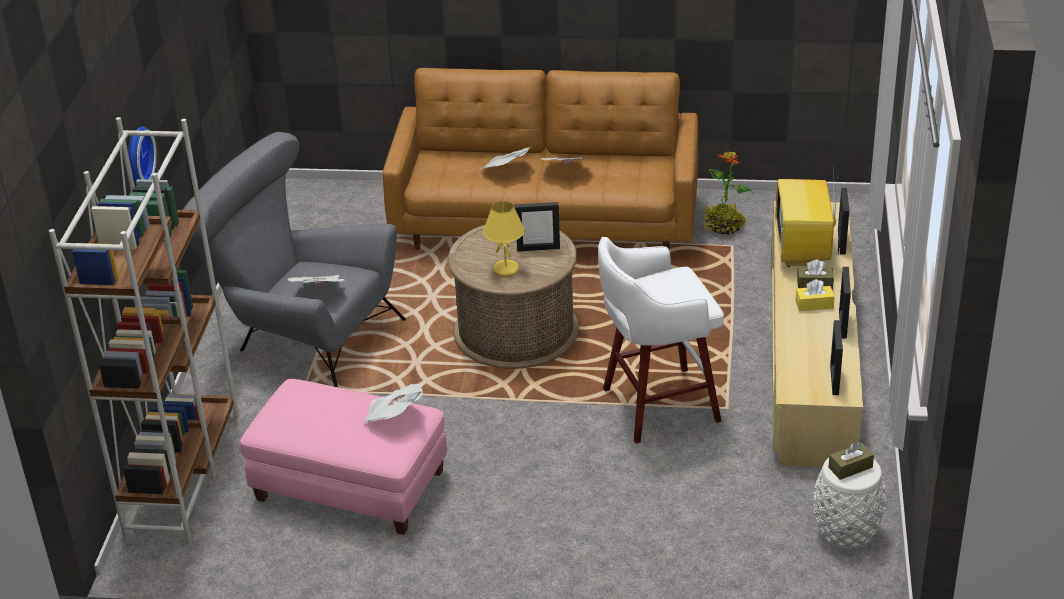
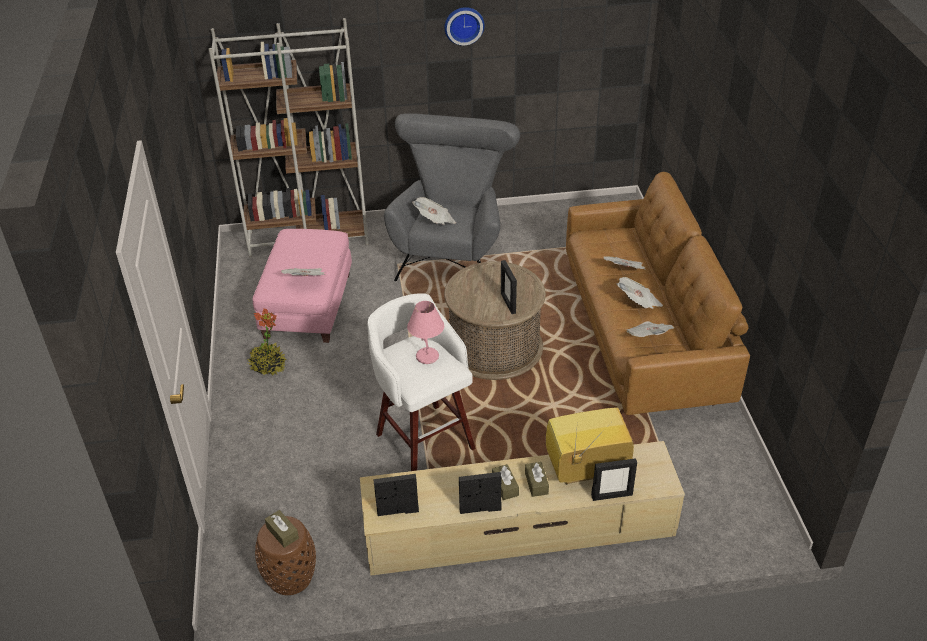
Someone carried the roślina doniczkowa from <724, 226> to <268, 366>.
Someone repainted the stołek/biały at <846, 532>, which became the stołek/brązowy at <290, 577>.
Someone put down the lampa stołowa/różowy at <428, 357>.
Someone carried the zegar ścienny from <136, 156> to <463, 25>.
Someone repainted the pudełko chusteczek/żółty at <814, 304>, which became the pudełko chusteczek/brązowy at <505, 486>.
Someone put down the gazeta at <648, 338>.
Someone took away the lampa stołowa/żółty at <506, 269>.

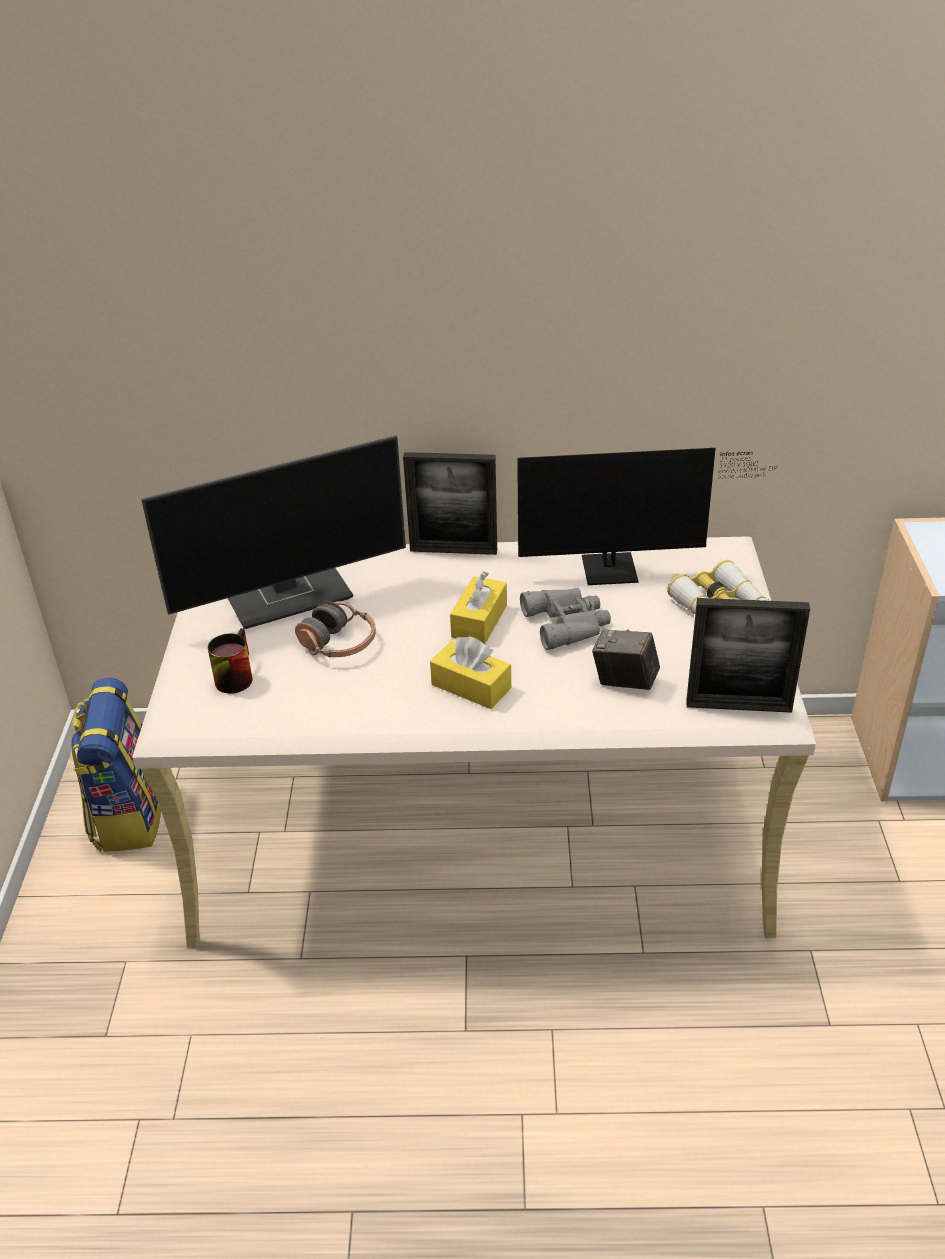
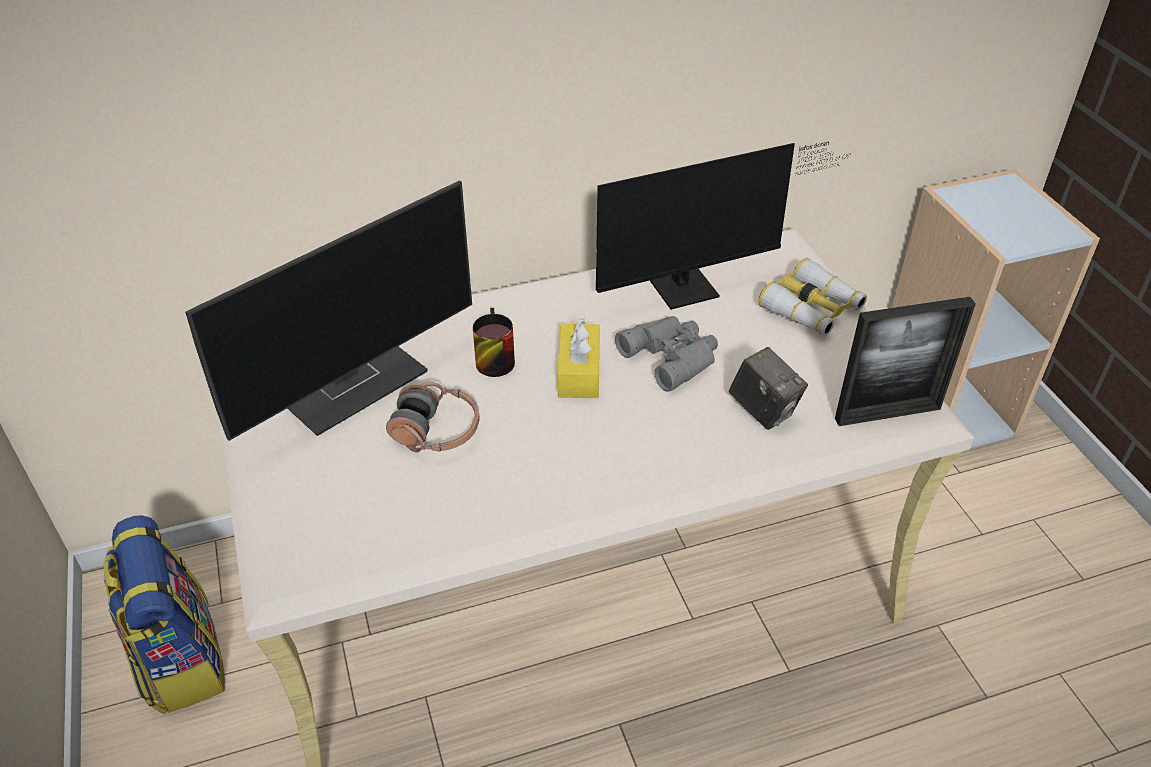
Someone carried the kubek from <233, 676> to <491, 358>.
Someone rotated the aparat fotograficzny at <625, 681> by 135 degrees counterclockwise.
Someone took away the ramka na zdjęcie at <453, 550>.
Someone took away the pudełko chusteczek/żółty at <471, 686>.

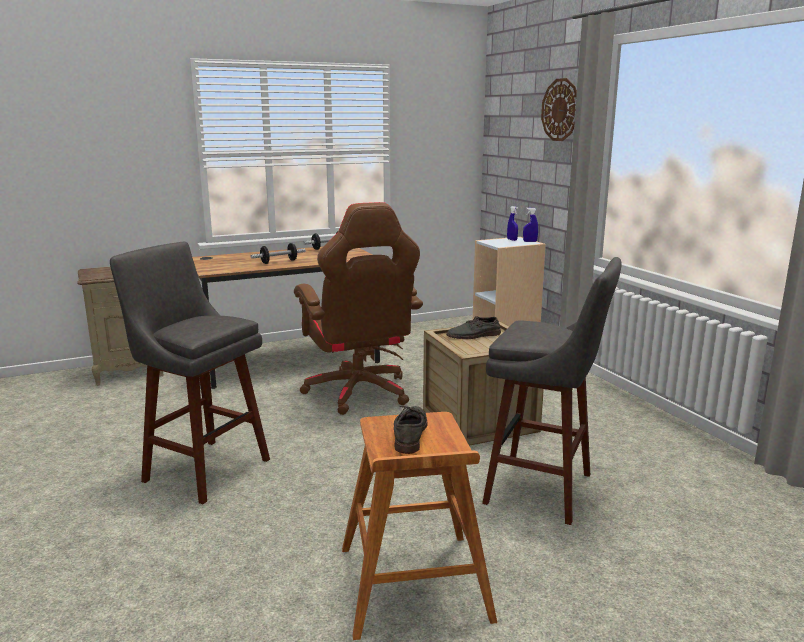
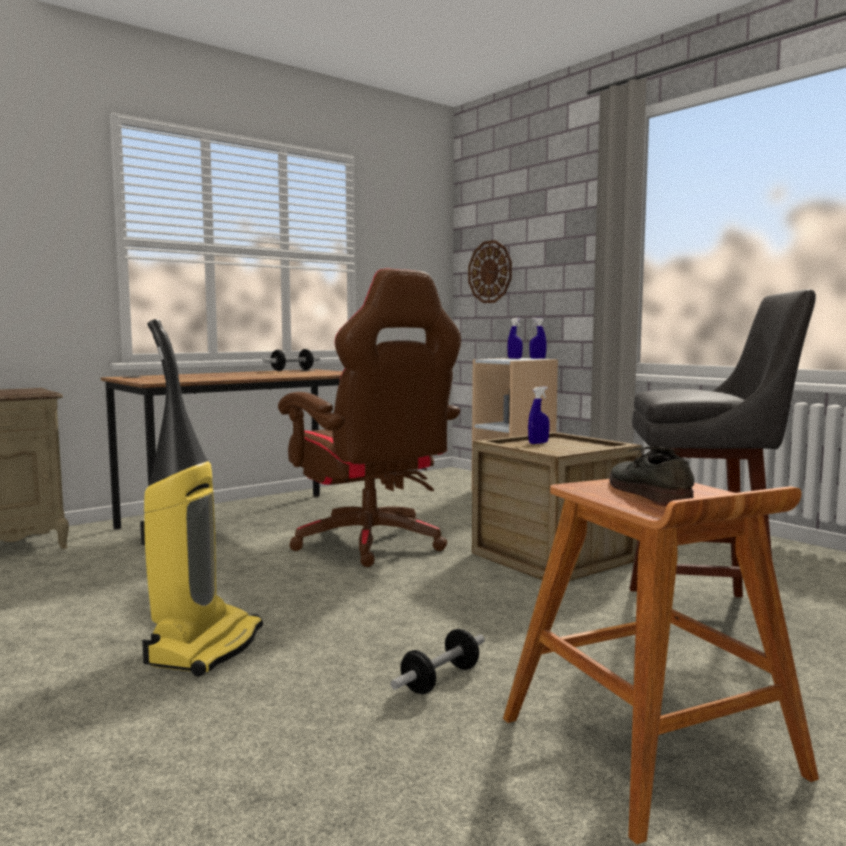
Someone swapped the stołek/szary at <204, 468> for the odkurzacz at <204, 646>.
Someone carried the hantel from <279, 262> to <440, 680>.
Someone carried the zegar ścienny from <560, 110> to <490, 272>.
Someone swapped the but/szary at <474, 335> for the spryskiwacz/niebieski at <538, 443>.

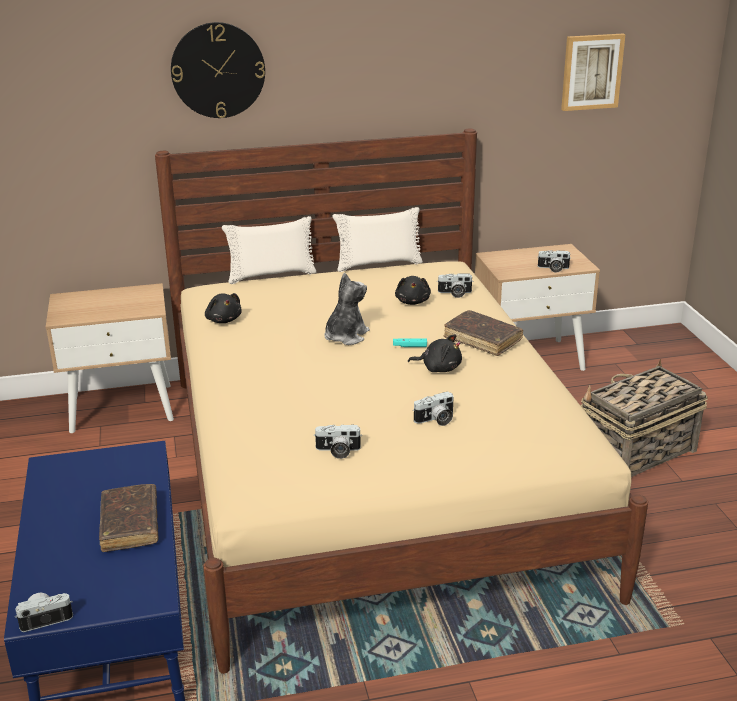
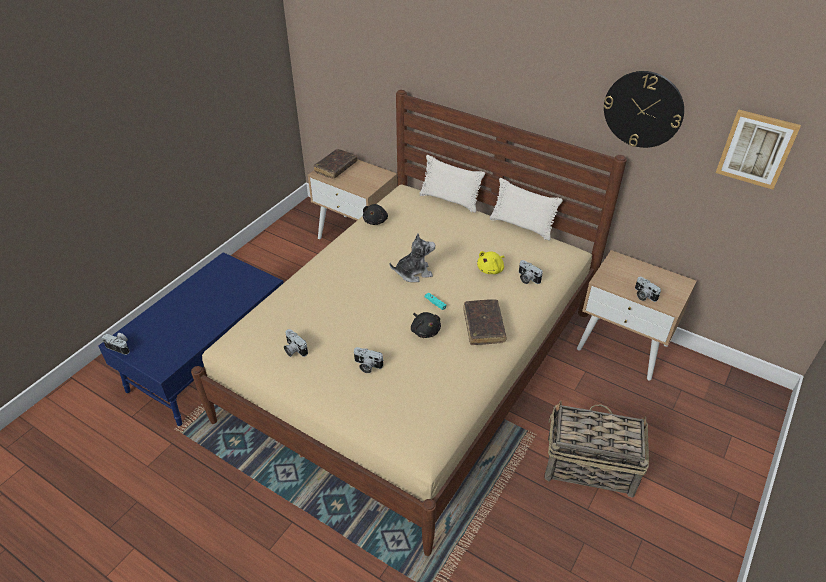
Someone carried the książka/brązowy from <130, 525> to <336, 168>.
Someone repainted the pluszak/czarny at <413, 301>, which became the pluszak/żółty at <491, 269>.
Someone carried the zegar ścienny from <218, 70> to <643, 109>.

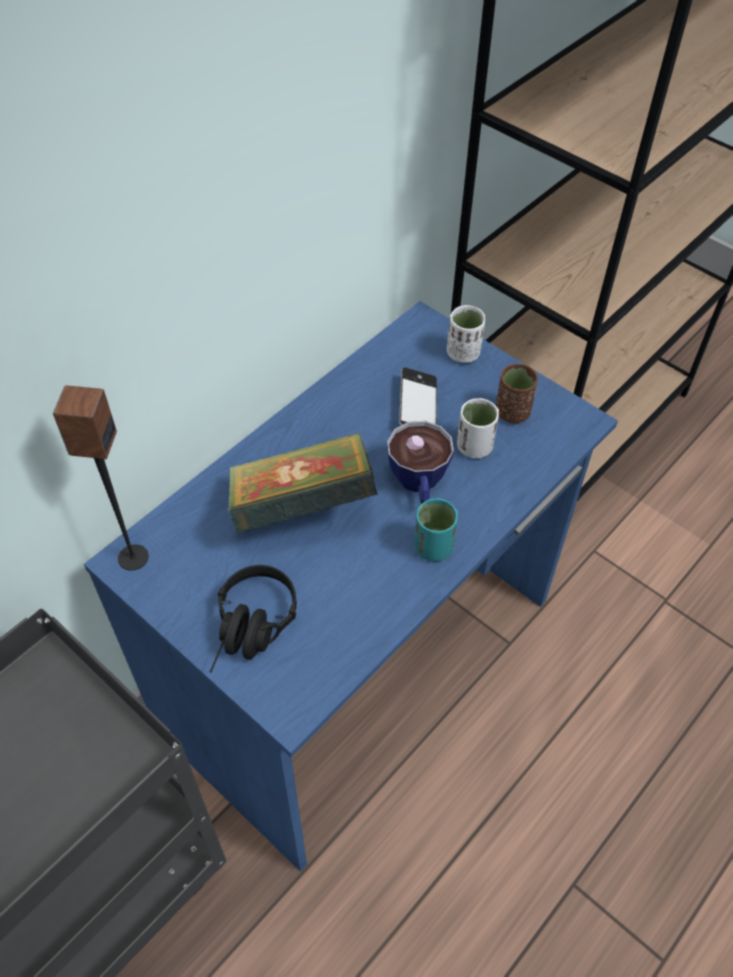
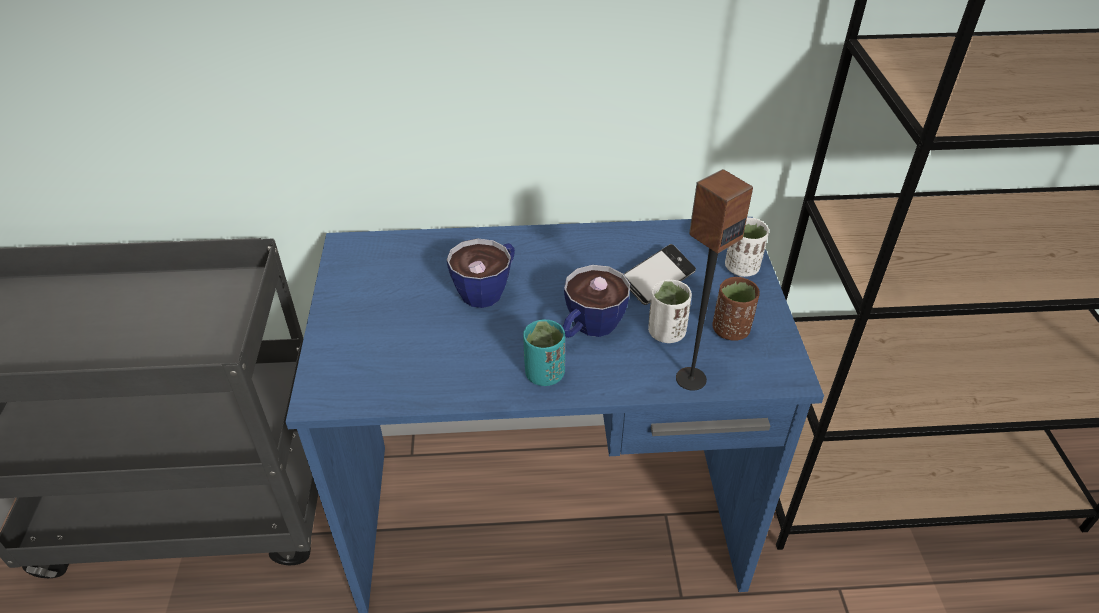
Someone swapped the książka at <302, 509> for the filiżanka at <488, 289>.
Someone carried the głośnik from <132, 557> to <690, 378>.
Someone took away the słuchawki/czarny at <251, 632>.

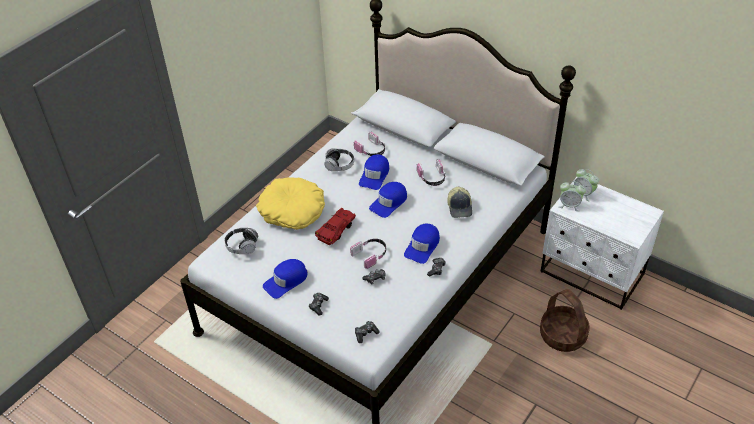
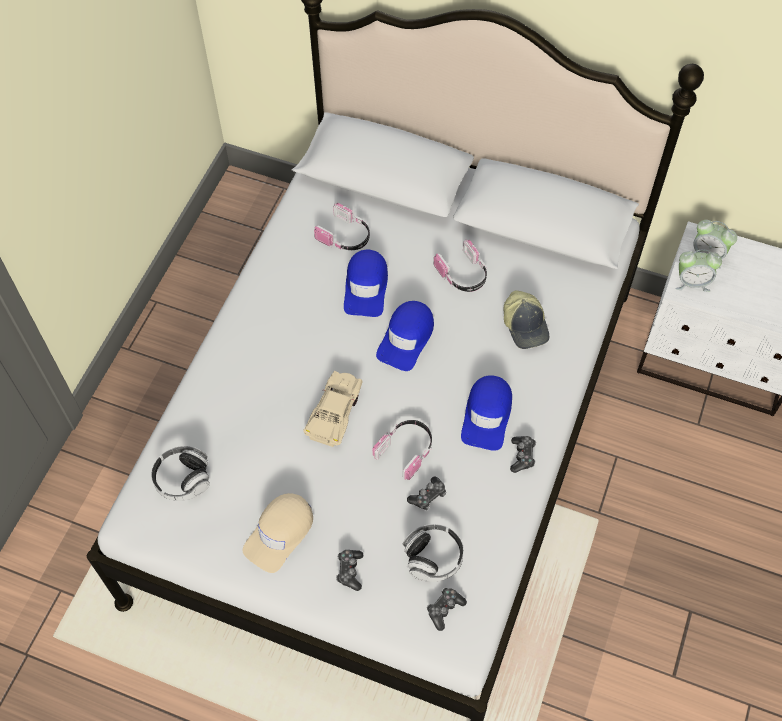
Someone repainted the czapka z daszkiem/niebieski at <286, 281>, which became the czapka z daszkiem/beżowy at <280, 533>.
Someone repainted the samochodzik/czerwony at <336, 230>, which became the samochodzik/beżowy at <335, 412>.
Someone carried the słuchawki from <339, 165> to <433, 558>.
Someone took away the poduszka/żółty at <293, 210>.
Someone took away the koszyk at <563, 335>.

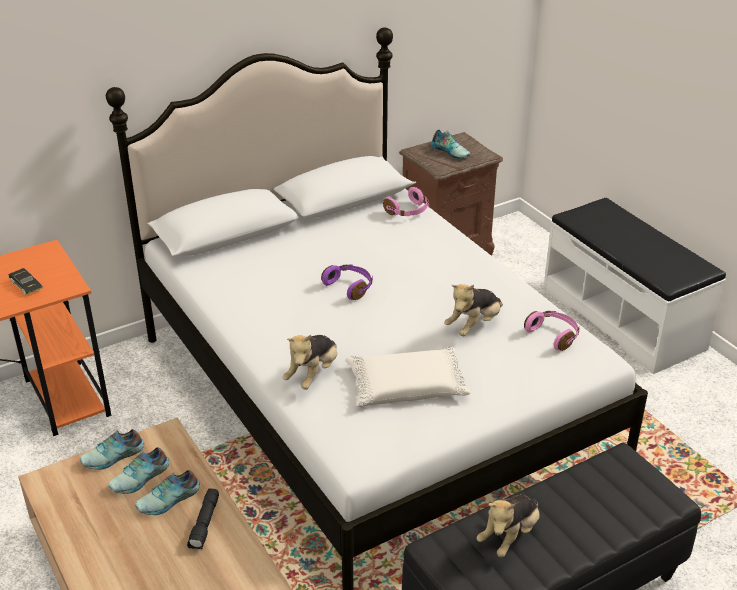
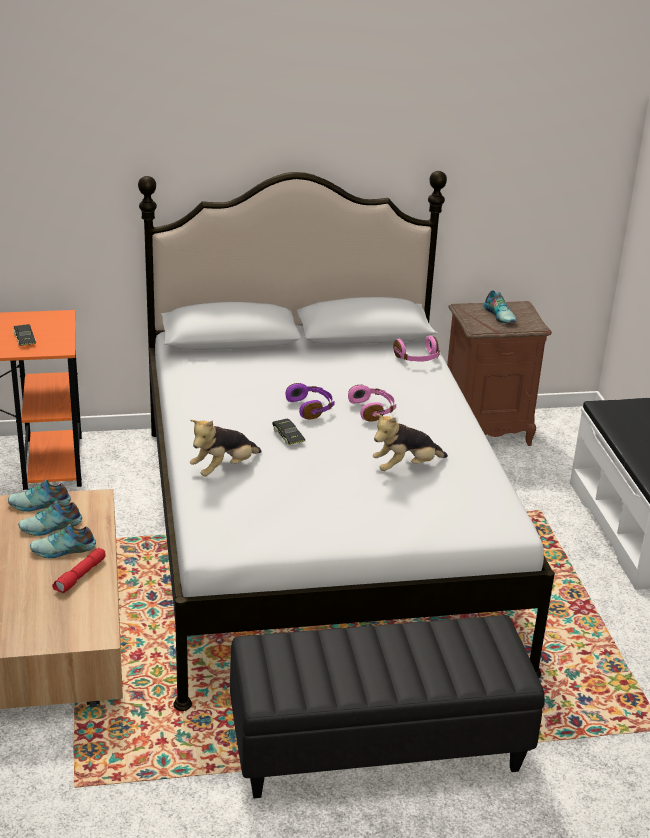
Someone repainted the latarka/czarny at <205, 524>, which became the latarka/czerwony at <80, 576>.
Someone put down the samochodzik/czarny at <288, 436>.
Someone carried the słuchawki/różowy from <553, 335> to <373, 410>.
Someone took away the poduszka/biały at <406, 384>.
Someone took away the pluszak at <509, 535>.

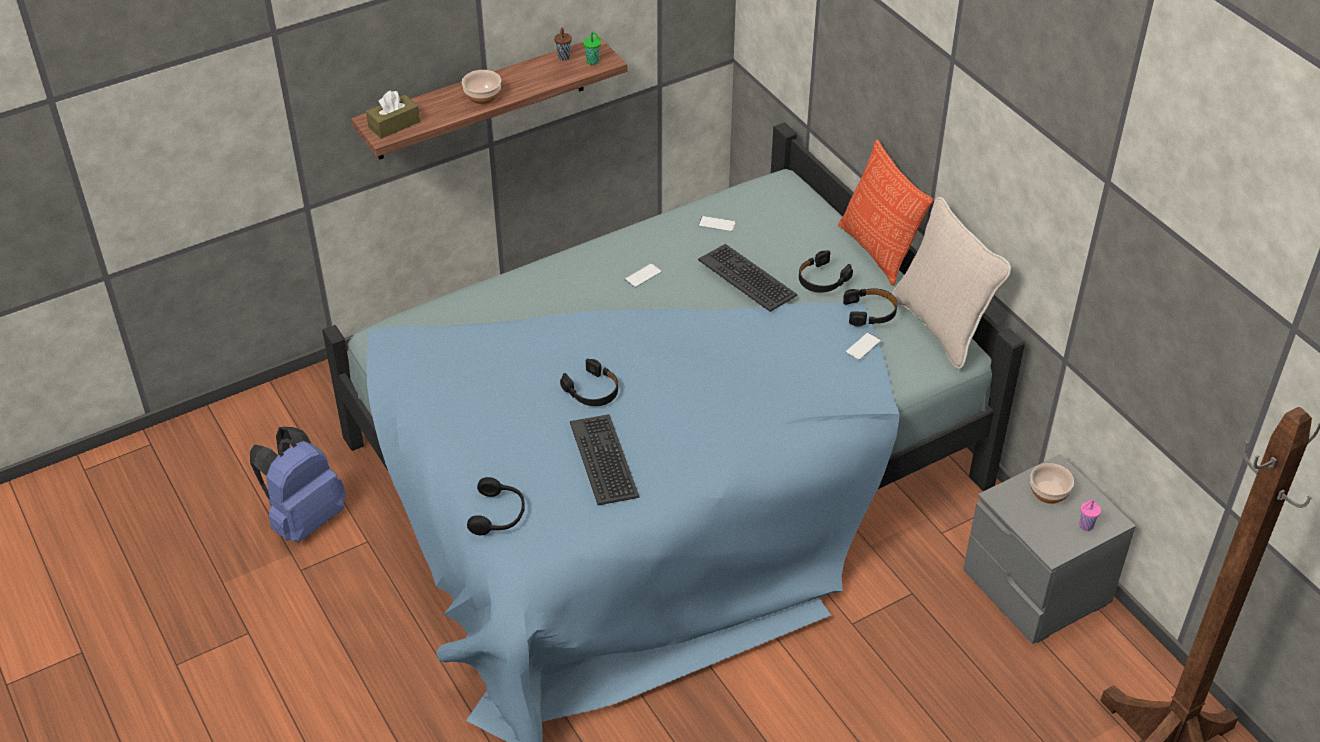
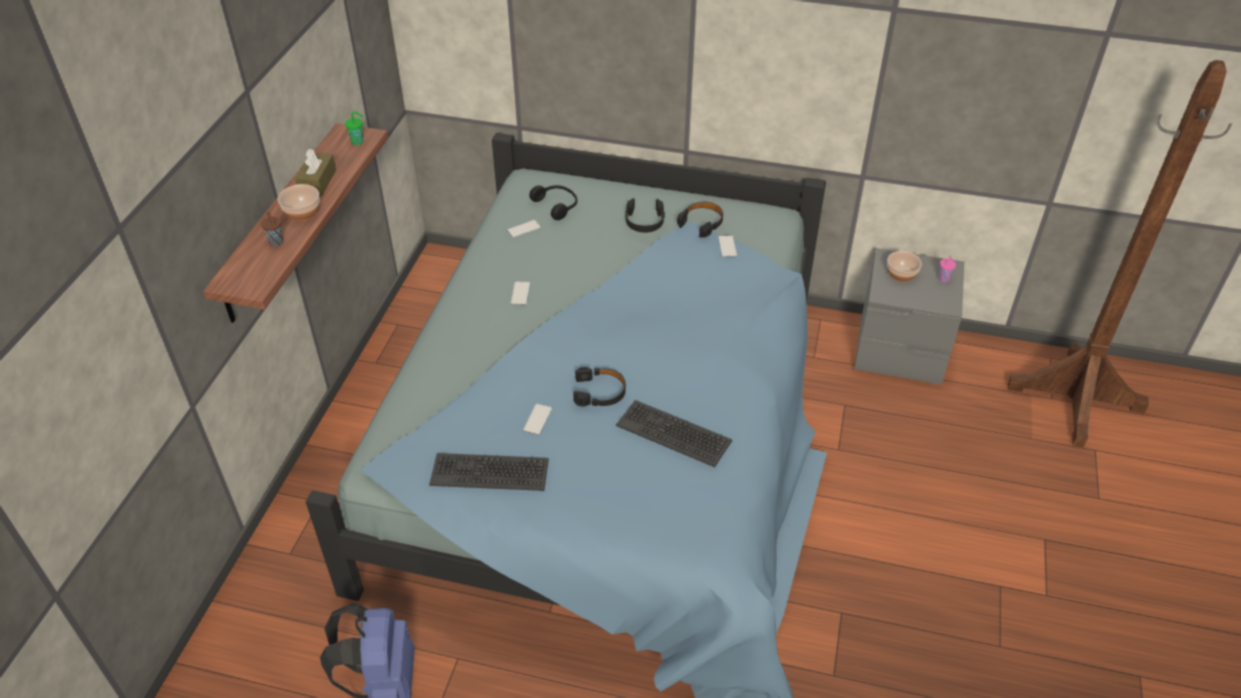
Someone carried the filiżanka/brązowy from <563, 58> to <277, 243>.
Someone carried the pudełko chusteczek/brązowy from <394, 124> to <317, 182>.
Someone carried the klawiatura from <747, 278> to <490, 472>.
Someone put down the telefon at <537, 419>.
Someone carried the słuchawki/czarny from <499, 515> to <557, 205>.
Someone took away the poduszka/pomarańczowy at <878, 251>.
Someone took away the poduszka/beżowy at <941, 327>.

